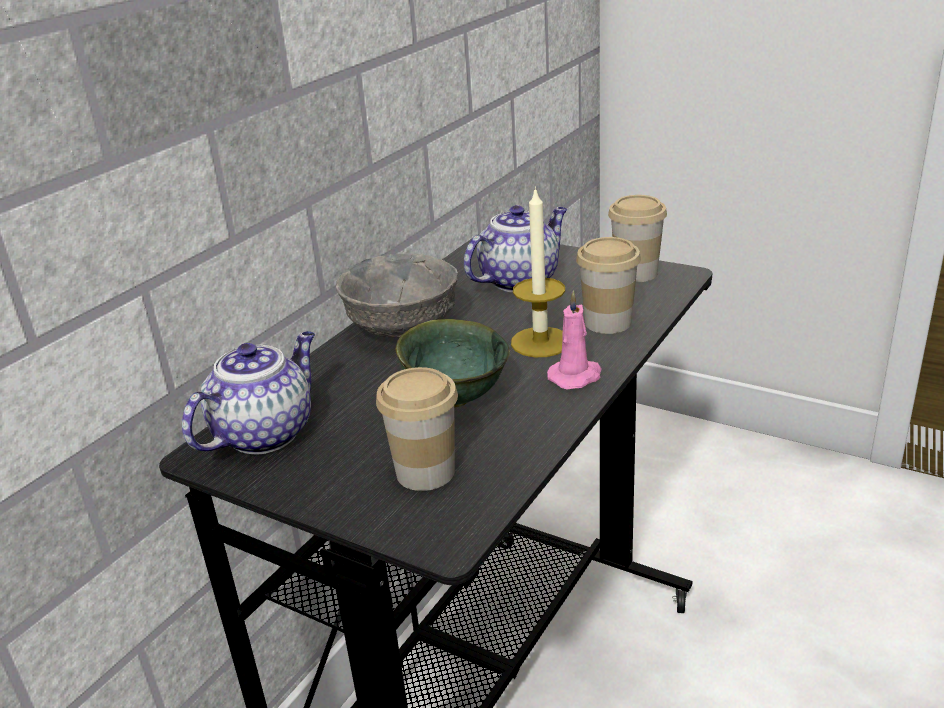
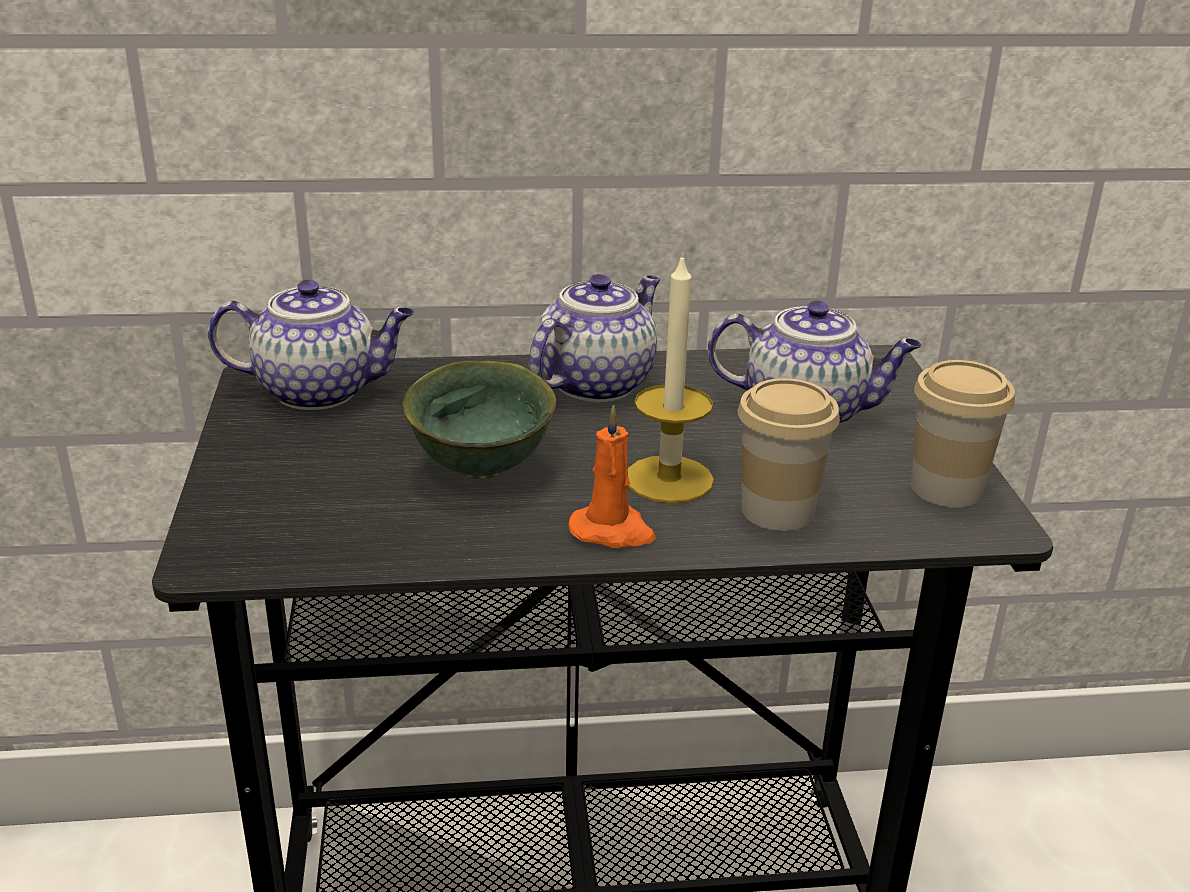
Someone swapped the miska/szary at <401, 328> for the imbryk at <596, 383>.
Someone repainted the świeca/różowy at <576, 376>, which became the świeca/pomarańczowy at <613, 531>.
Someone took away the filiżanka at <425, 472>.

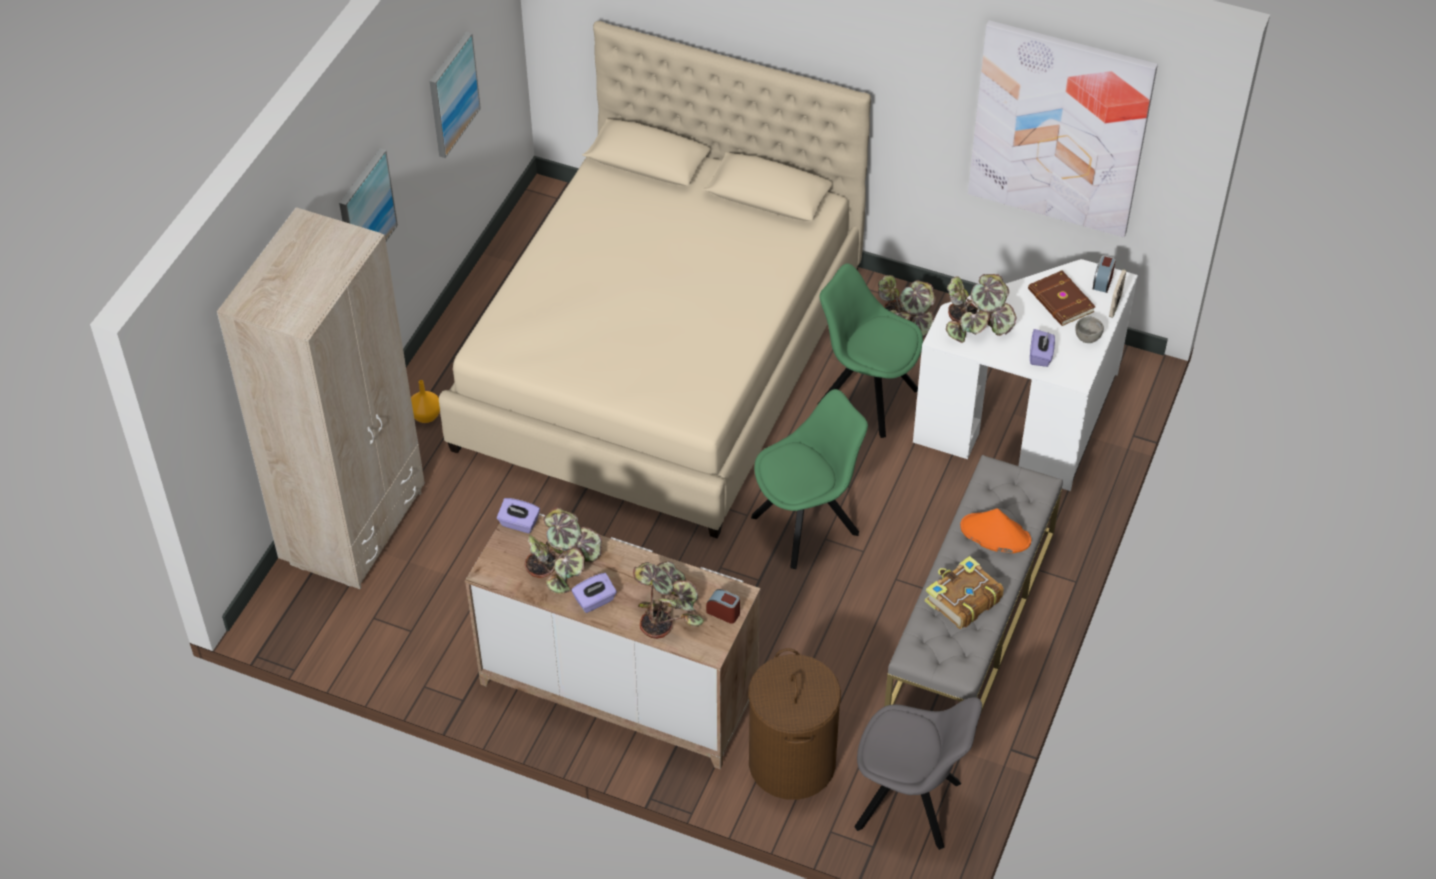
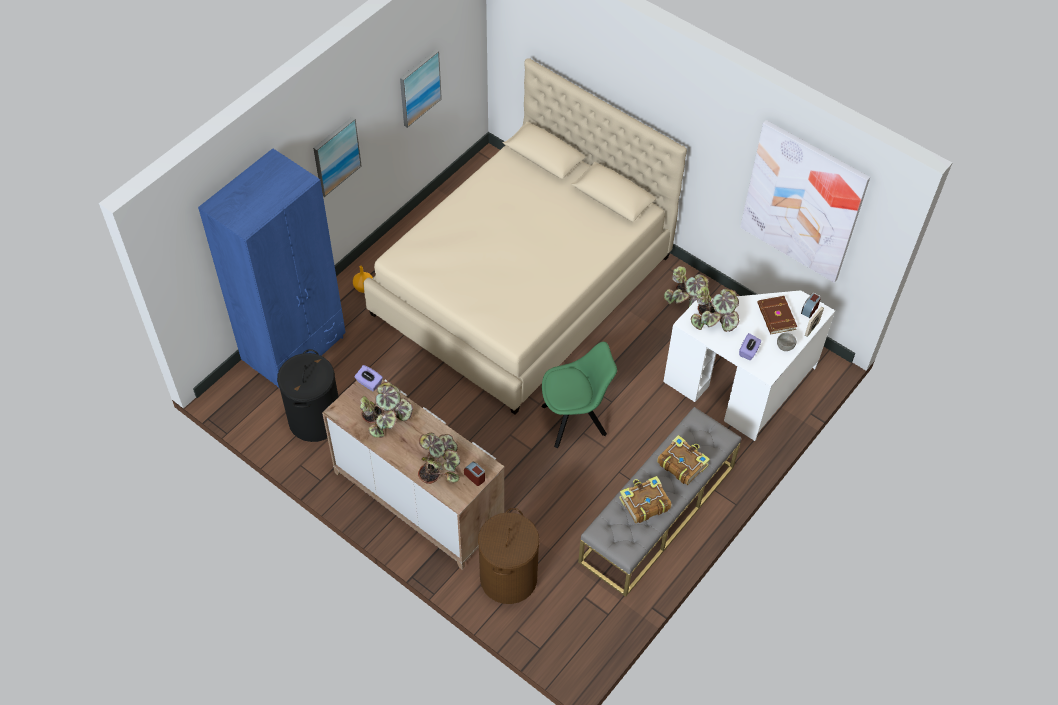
Someone repainted the szafa/beżowy at <355, 527>, which became the szafa/niebieski at <296, 350>.
Someone put down the kosz na pranie/czarny at <315, 419>.
Someone swapped the kapelusz/pomarańczowy at <995, 534> for the książka at <682, 463>.
Someone took away the pudełko chusteczek/fioletowy at <595, 601>.
Someone took away the krzesło/zielony at <867, 398>.
Someone took away the krzesło/szary at <909, 805>.

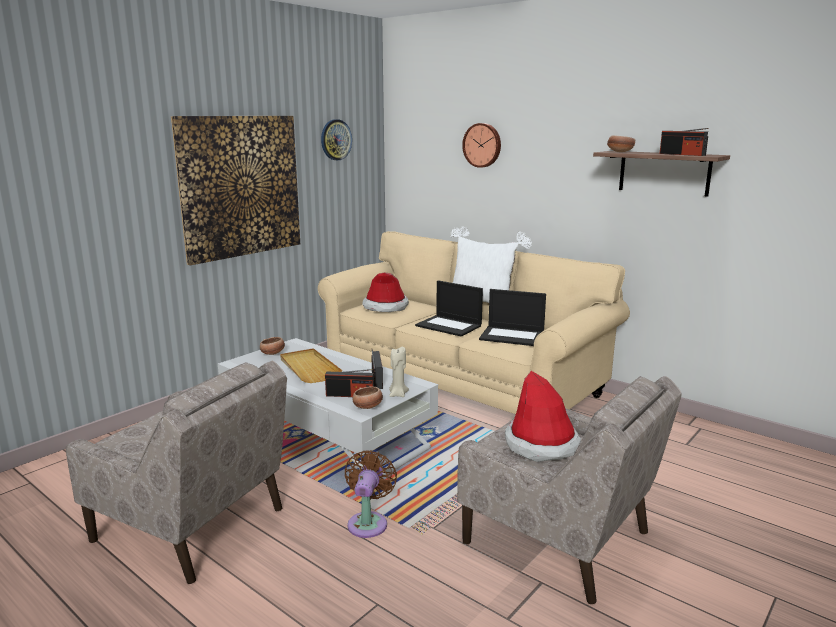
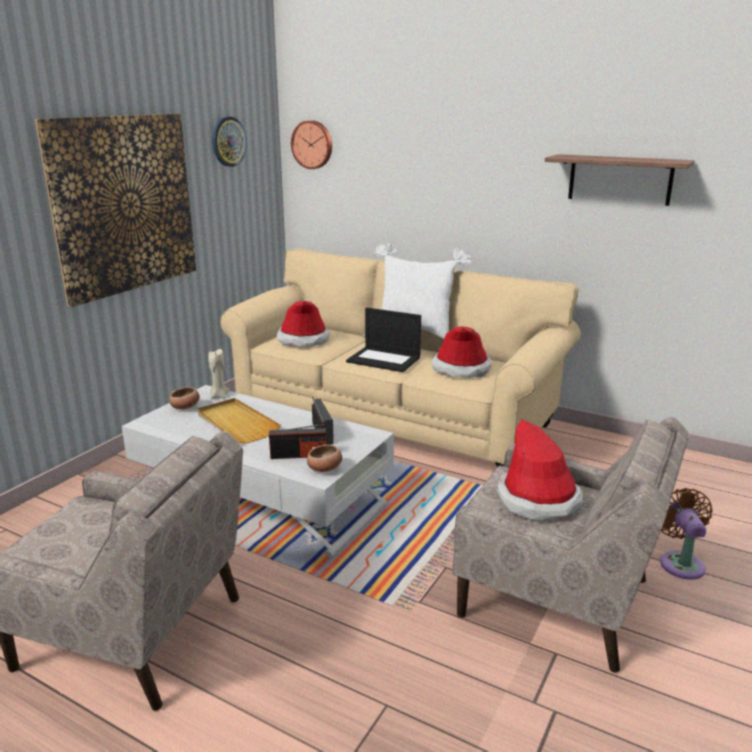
Someone carried the świeca/beżowy from <398, 394> to <219, 396>.
Someone carried the zegar ścienny from <482, 145> to <312, 144>.
Someone swapped the laptop at <513, 336> for the kapelusz at <461, 369>.
Someone carried the wentylator/brązowy from <368, 522> to <680, 562>.
Someone took away the miska at <619, 152>.
Someone took away the radio at <682, 154>.

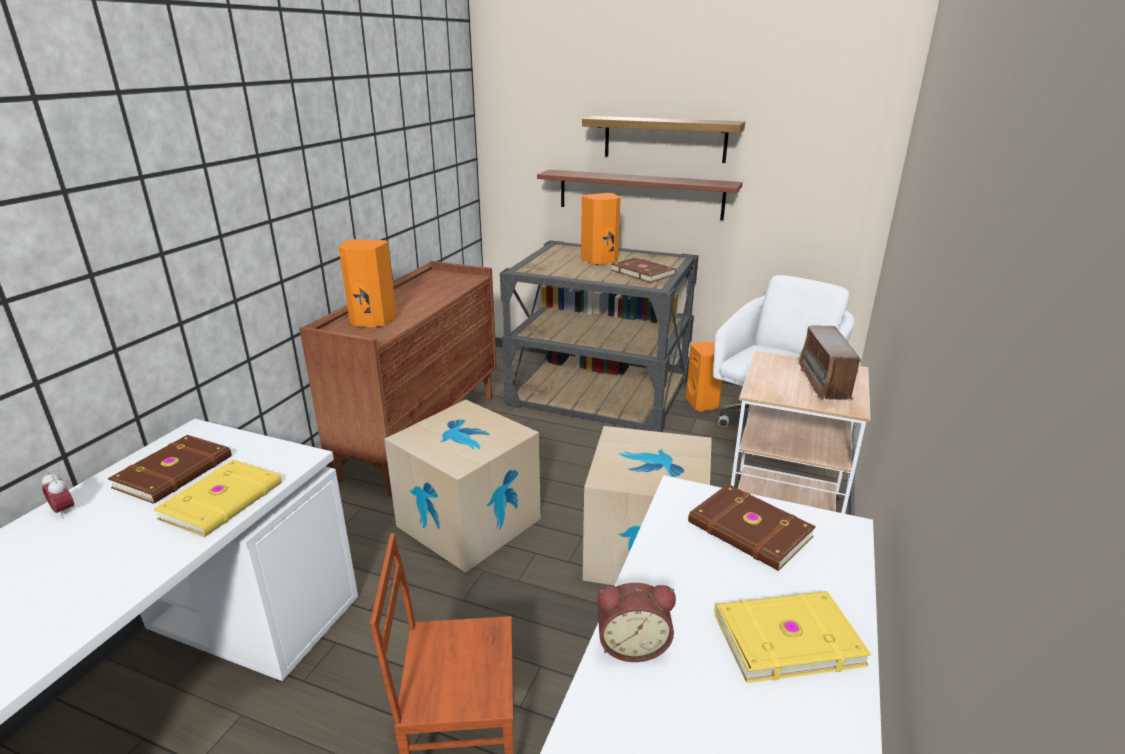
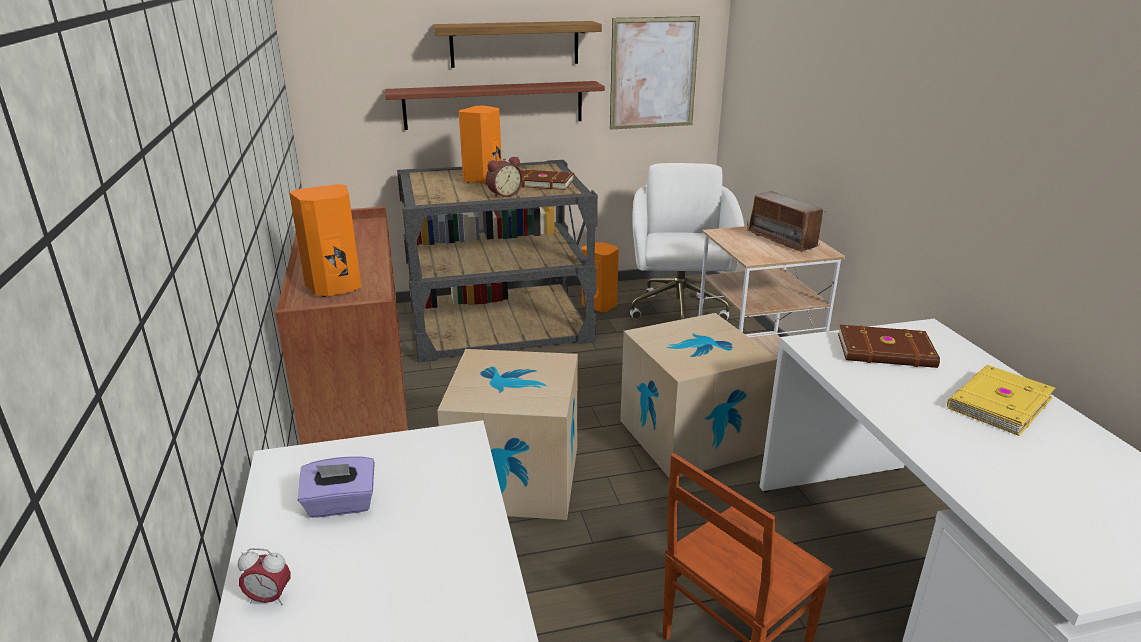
Someone swapped the książka/brązowy at <175, 472> for the pudełko chusteczek/fioletowy at <341, 505>.
Someone carried the budzik from <632, 644> to <503, 194>.
Someone put up the obraz at <653, 73>.
Someone took away the książka/żółty at <224, 501>.

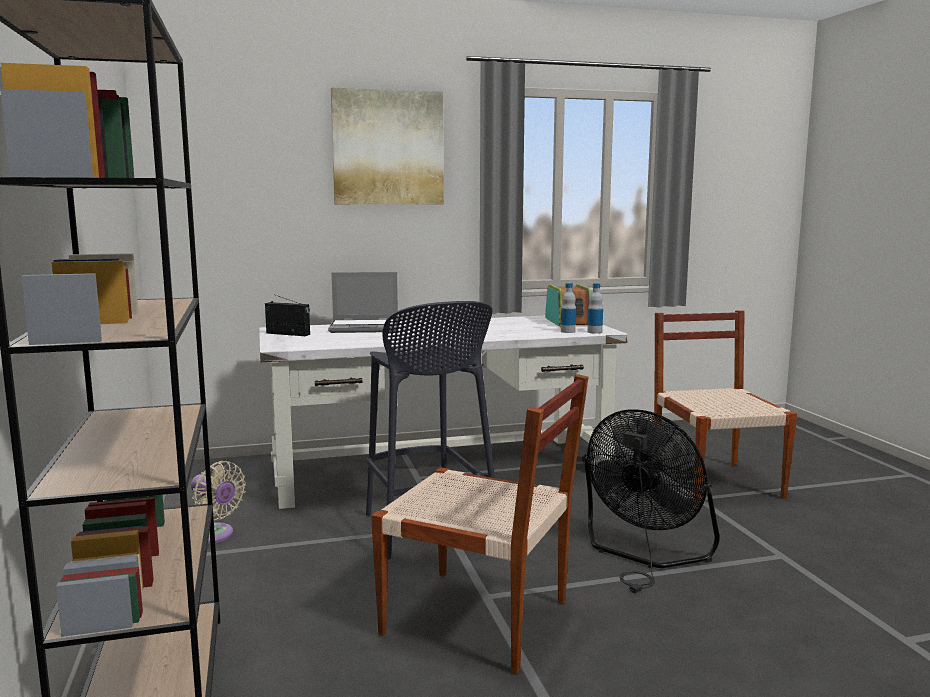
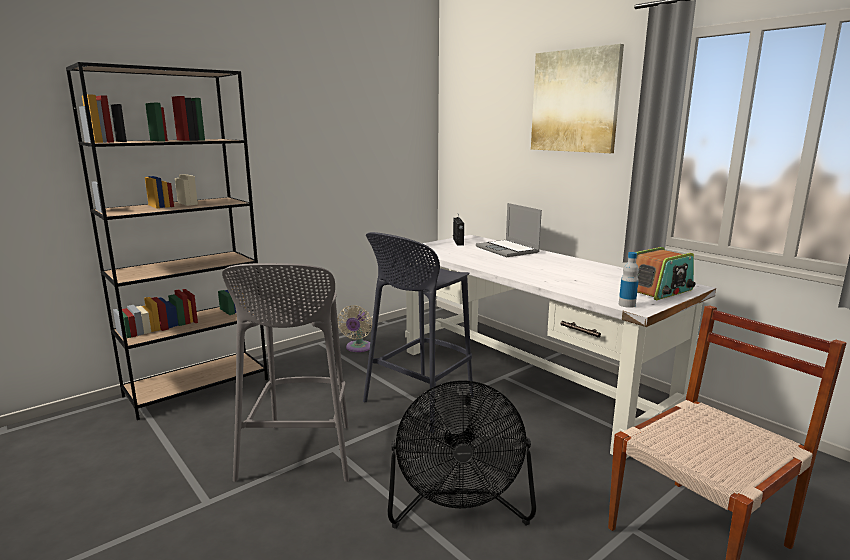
Someone swapped the krzesło at <480, 620> for the stołek/szary at <300, 454>.
Someone rotated the wentylator/czarny at <639, 553> by 75 degrees clockwise.
Someone took away the butelka at <568, 331>.

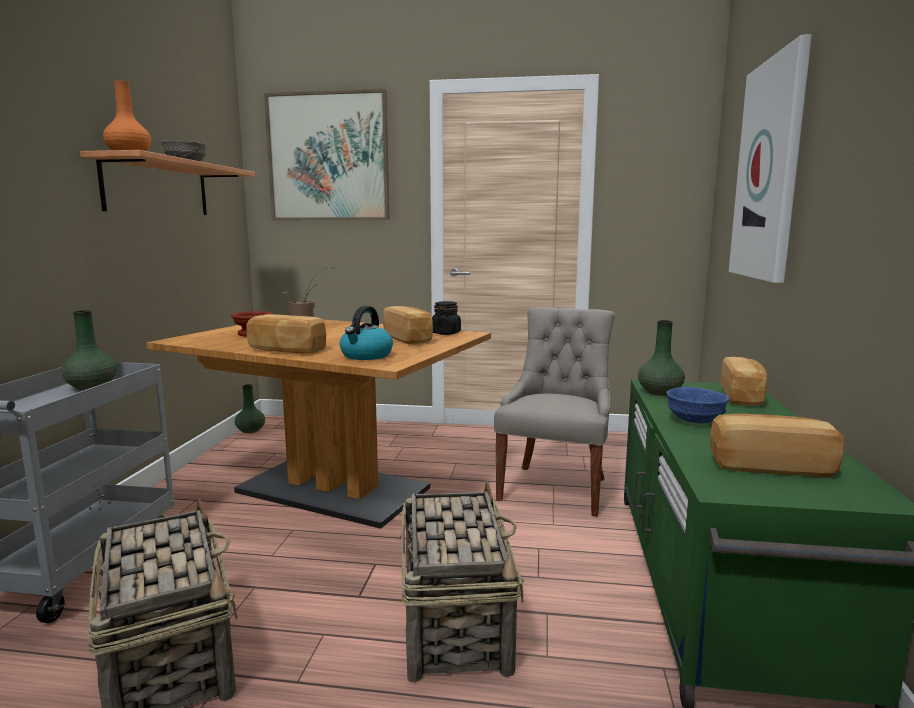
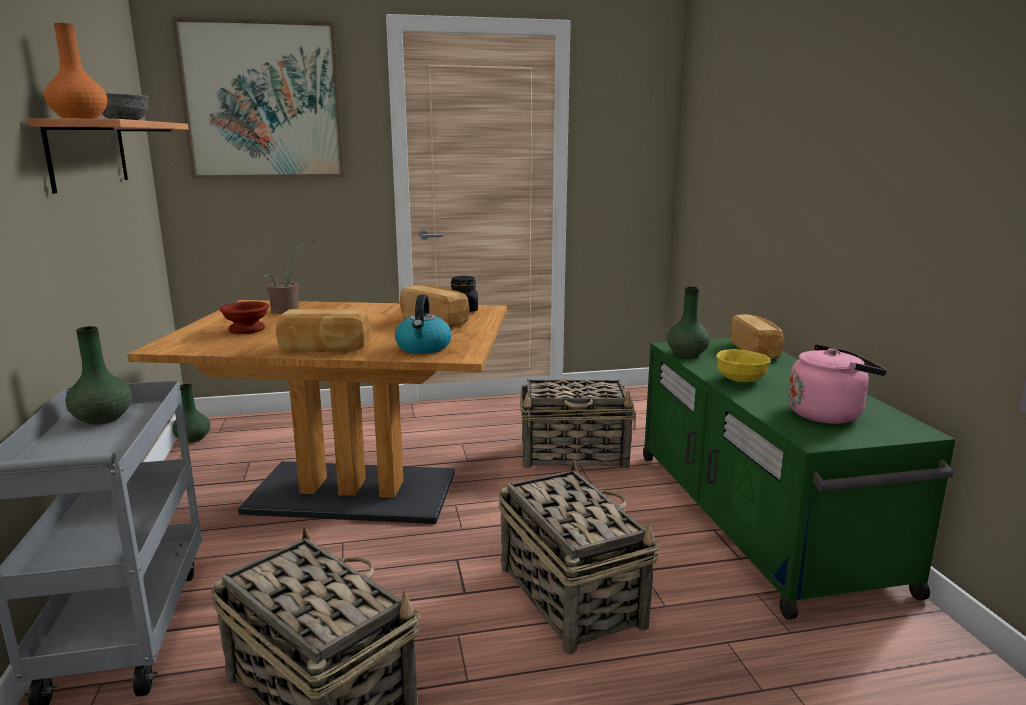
Someone swapped the krzesło/szary at <555, 488> for the koszyk at <575, 455>.
Someone repainted the miska/niebieski at <694, 421>, which became the miska/żółty at <740, 380>.
Someone swapped the chleb at <769, 465> for the czajnik/różowy at <828, 414>.
Someone took away the obraz at <770, 170>.

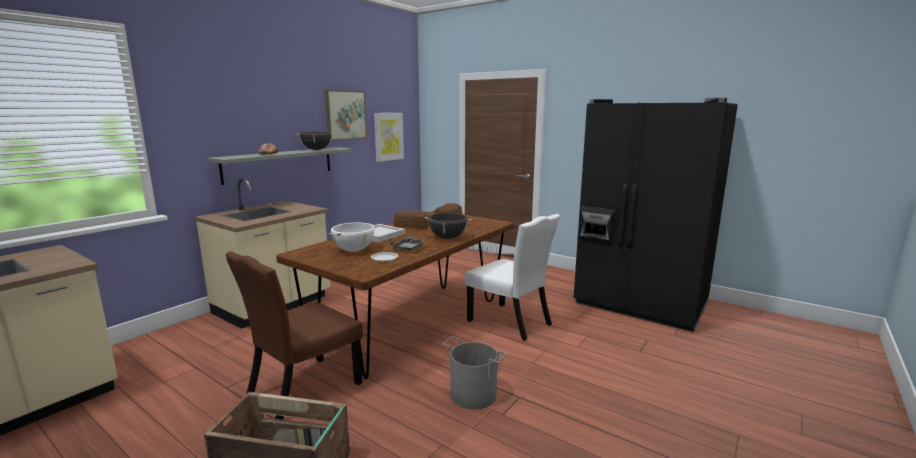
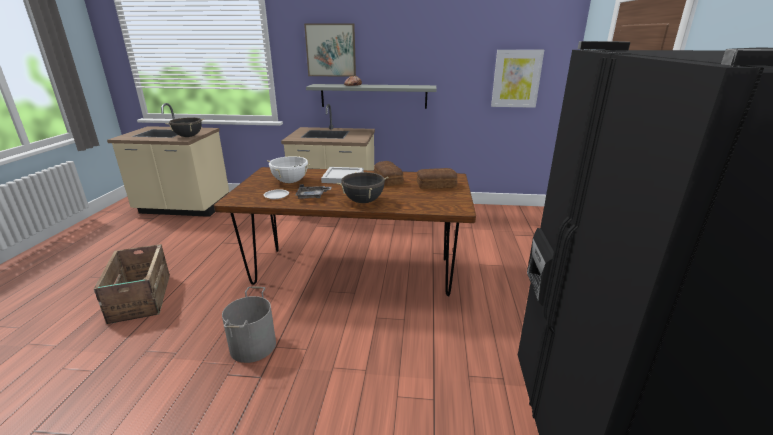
Someone carried the garnek/czarny from <317, 149> to <188, 136>.
Someone carried the obraz from <345, 115> to <331, 50>.
Someone took away the krzesło/brązowy at <305, 388>.
Someone took away the krzesło/biały at <509, 321>.

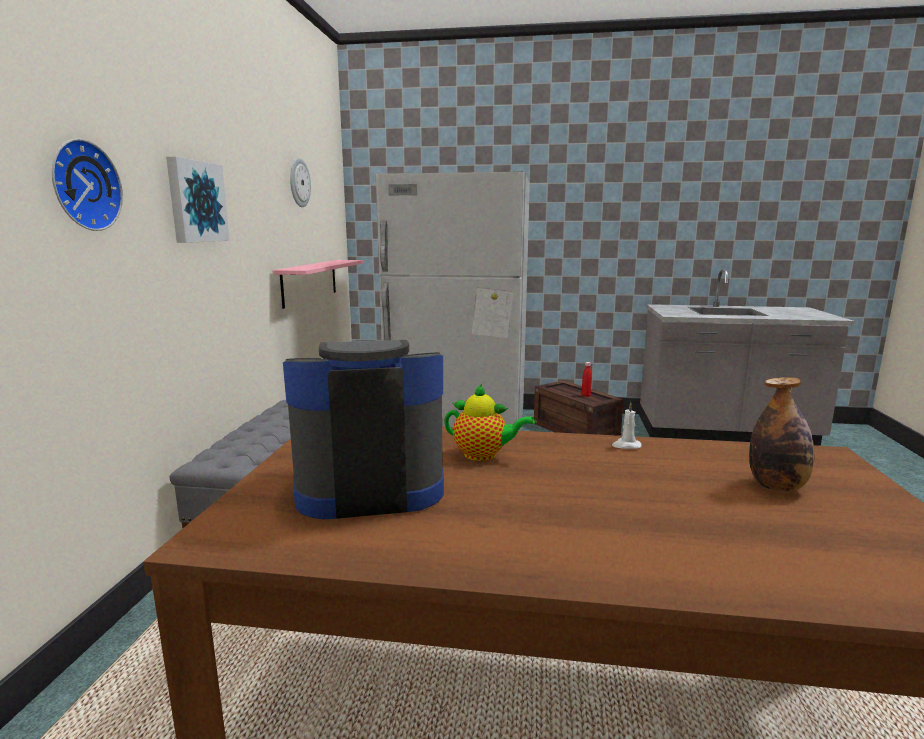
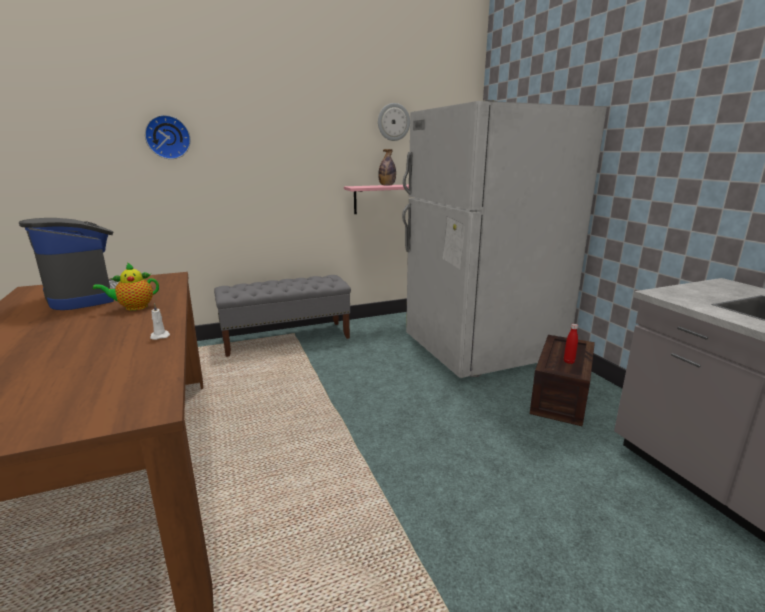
Someone rotated the imbryk at <483, 455> by 75 degrees clockwise.
Someone carried the butelka from <776, 487> to <387, 185>.
Someone took away the obraz at <196, 202>.

